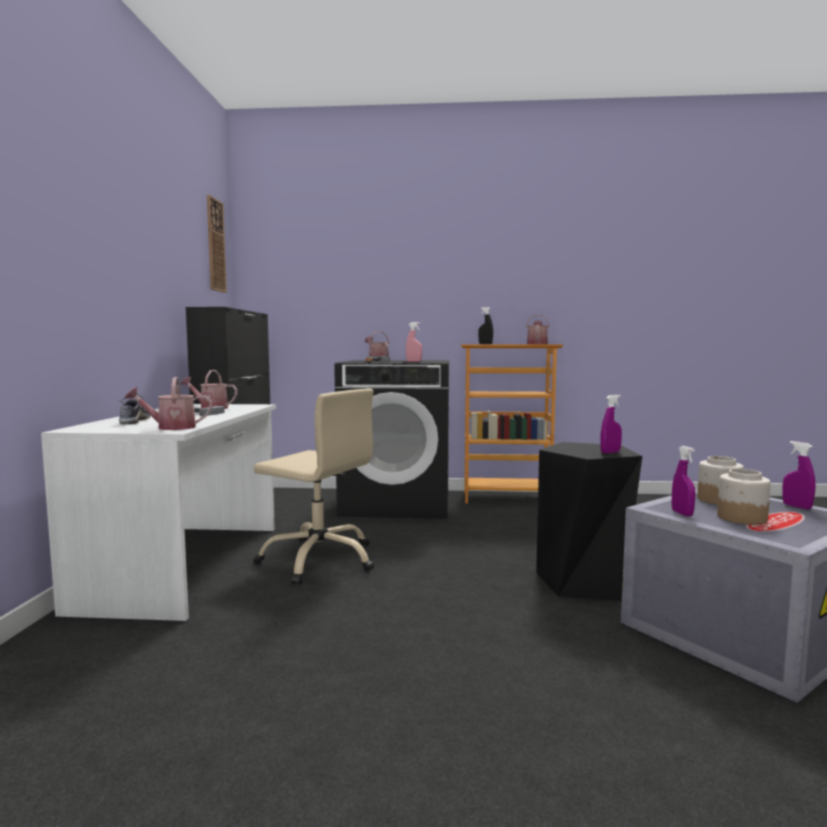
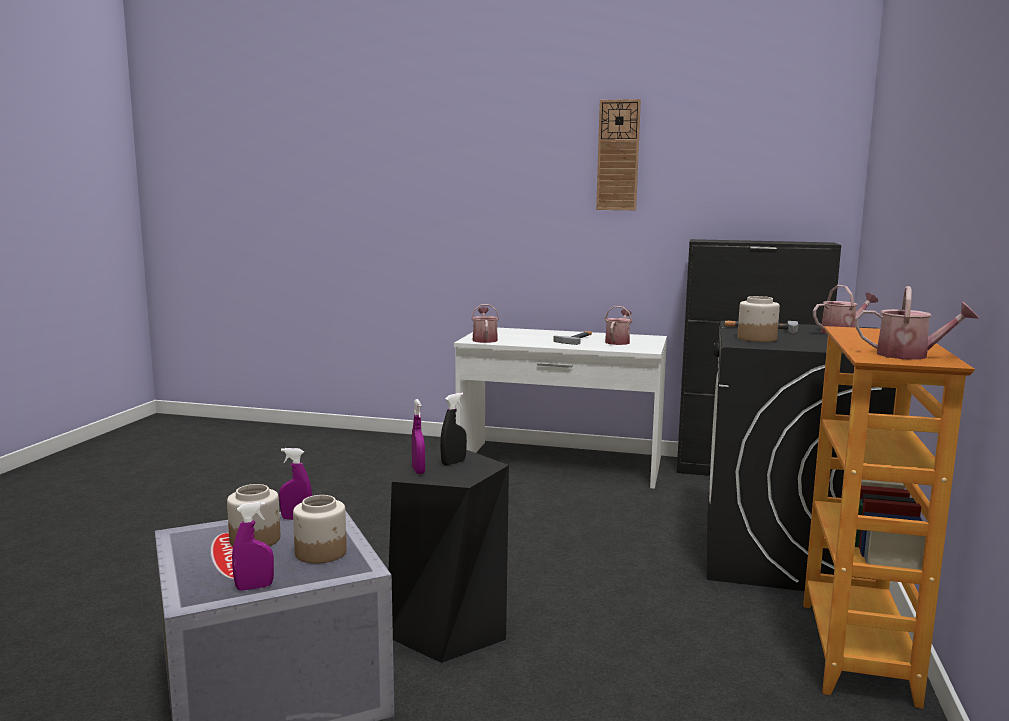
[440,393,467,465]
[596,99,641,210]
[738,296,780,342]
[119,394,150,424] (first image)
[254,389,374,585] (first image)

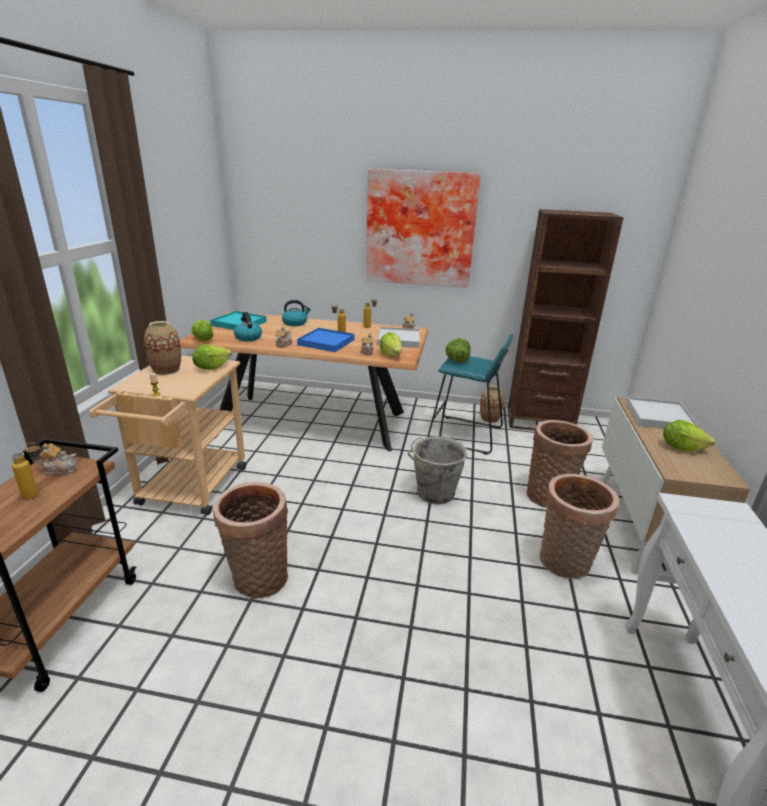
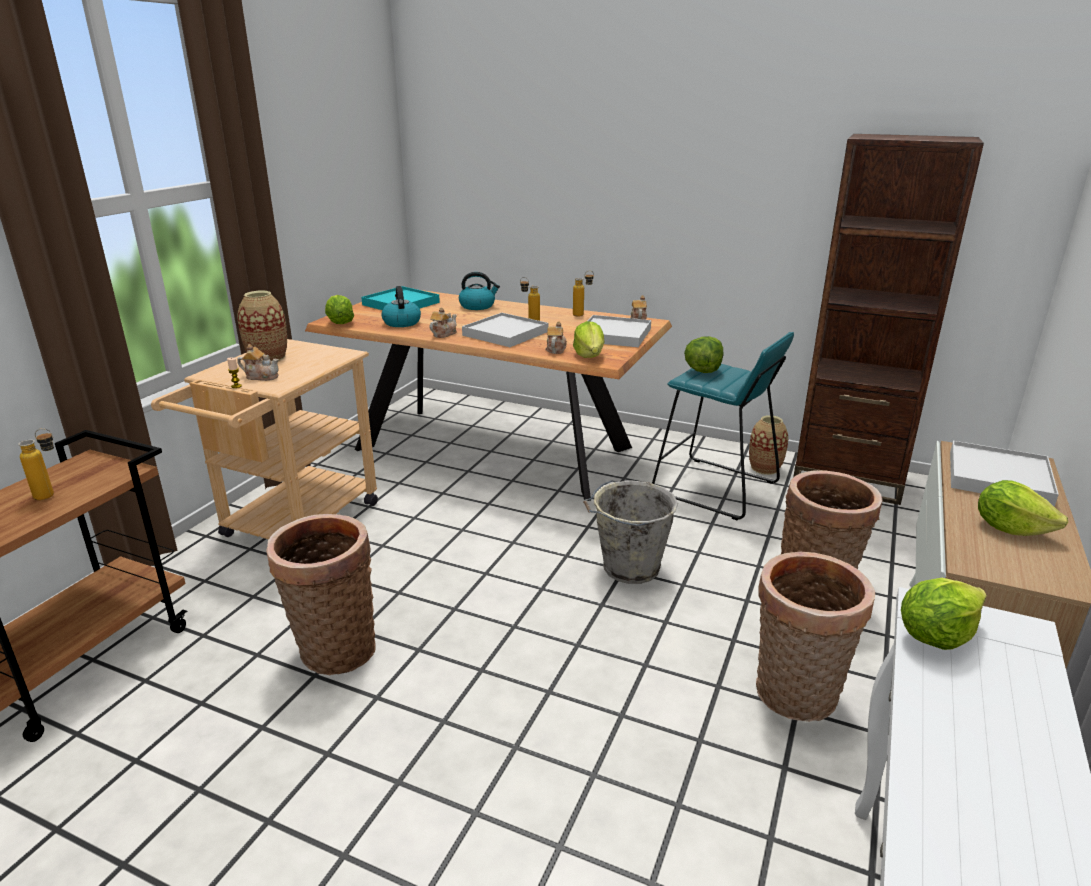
[237,344,279,381]
[462,313,548,347]
[901,578,987,650]
[366,169,481,288] (first image)

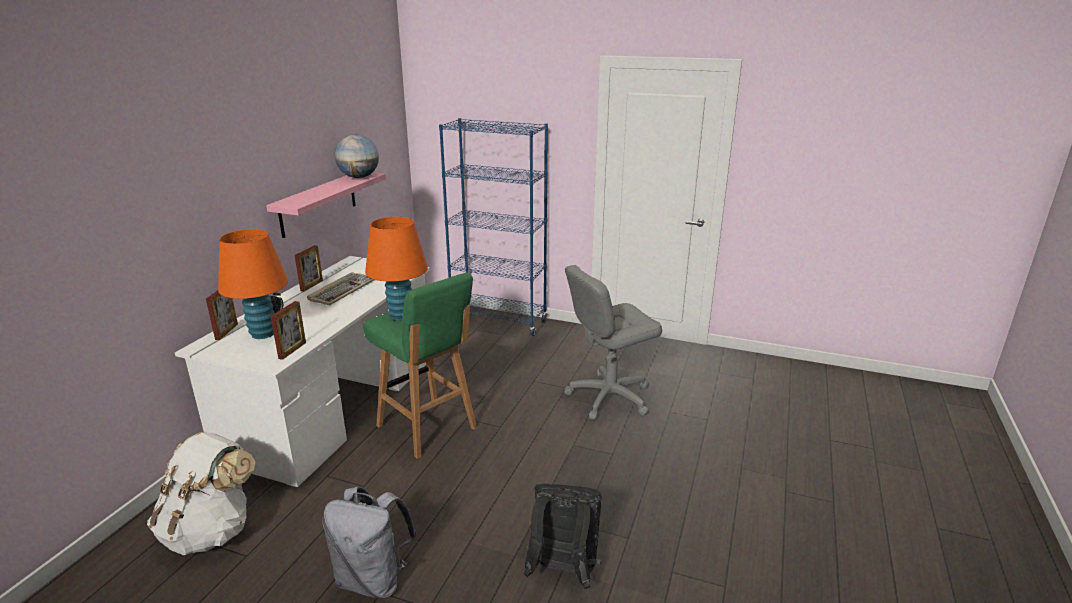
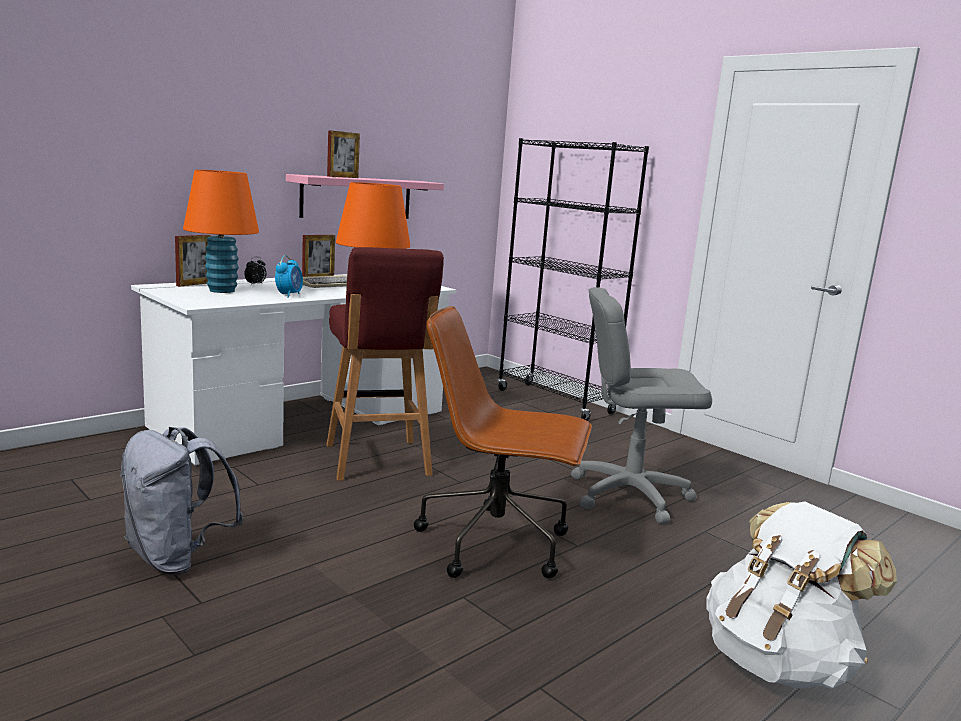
[275,255,303,298]
[326,247,444,481]
[327,130,360,178]
[414,306,592,579]
[498,138,649,421]
[707,501,897,689]
[335,134,379,178] (first image)
[524,484,602,589] (first image)

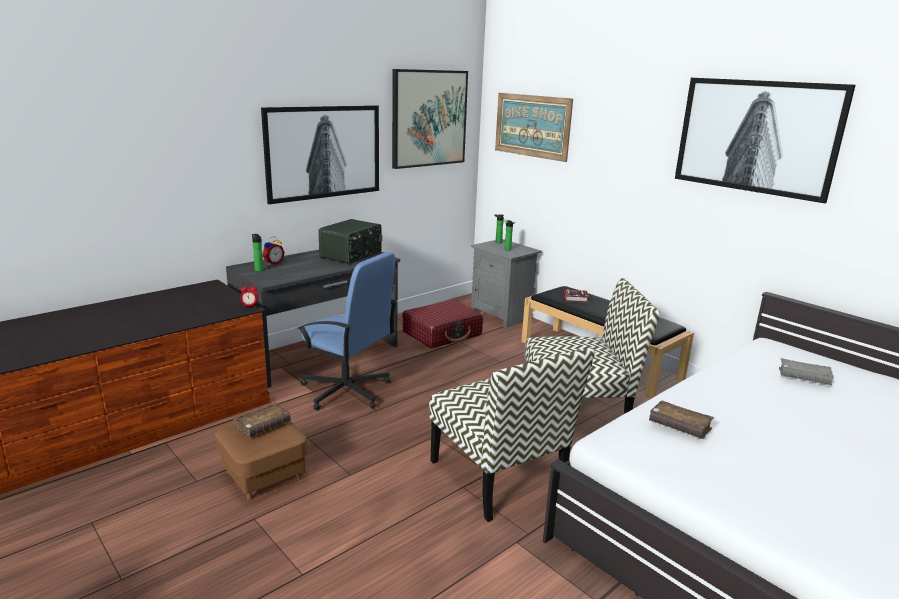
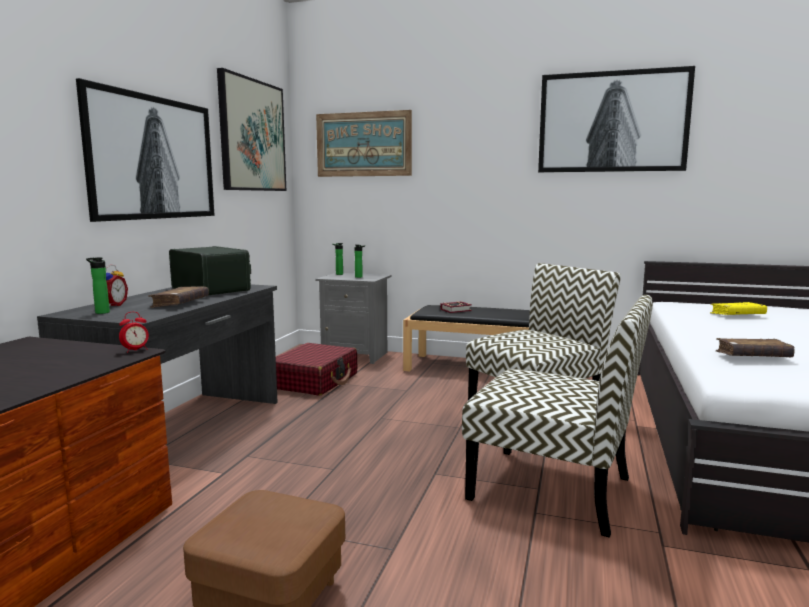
[148,286,209,308]
[169,246,251,295]
[710,302,767,315]
[297,252,397,410] (first image)

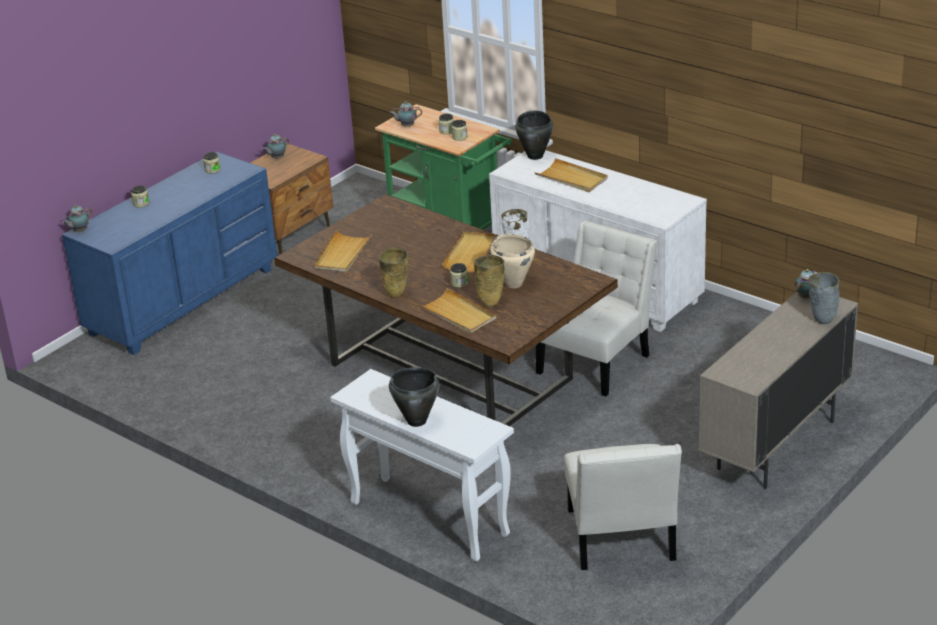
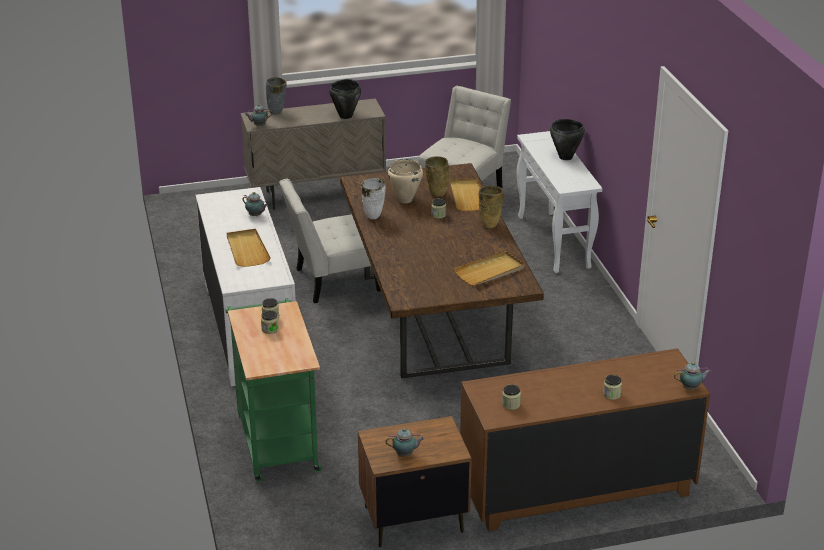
[242,192,268,216]
[329,79,361,119]
[460,348,710,531]
[442,231,496,273] (first image)

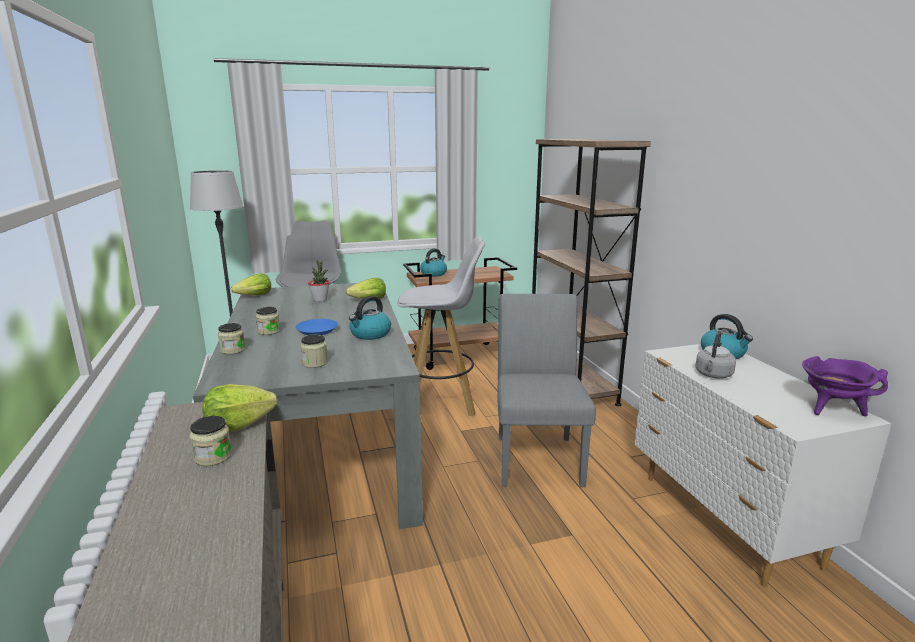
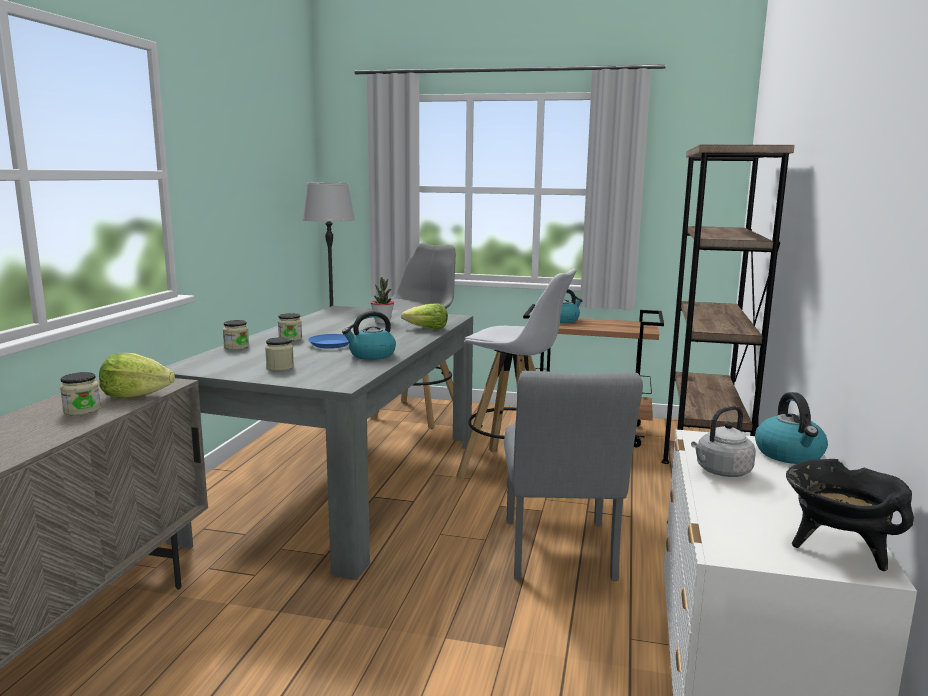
[504,371,643,581]
[786,459,914,571]
[231,273,271,295] (first image)

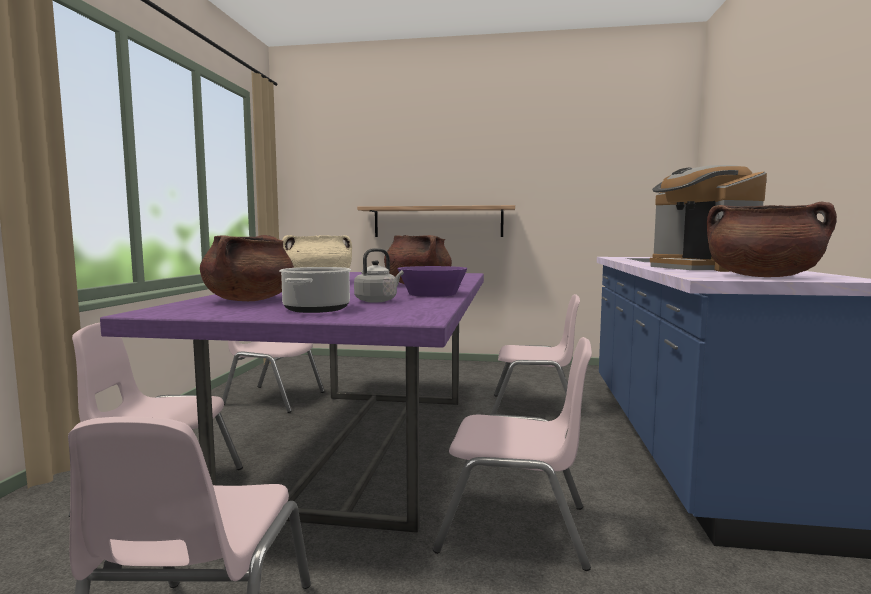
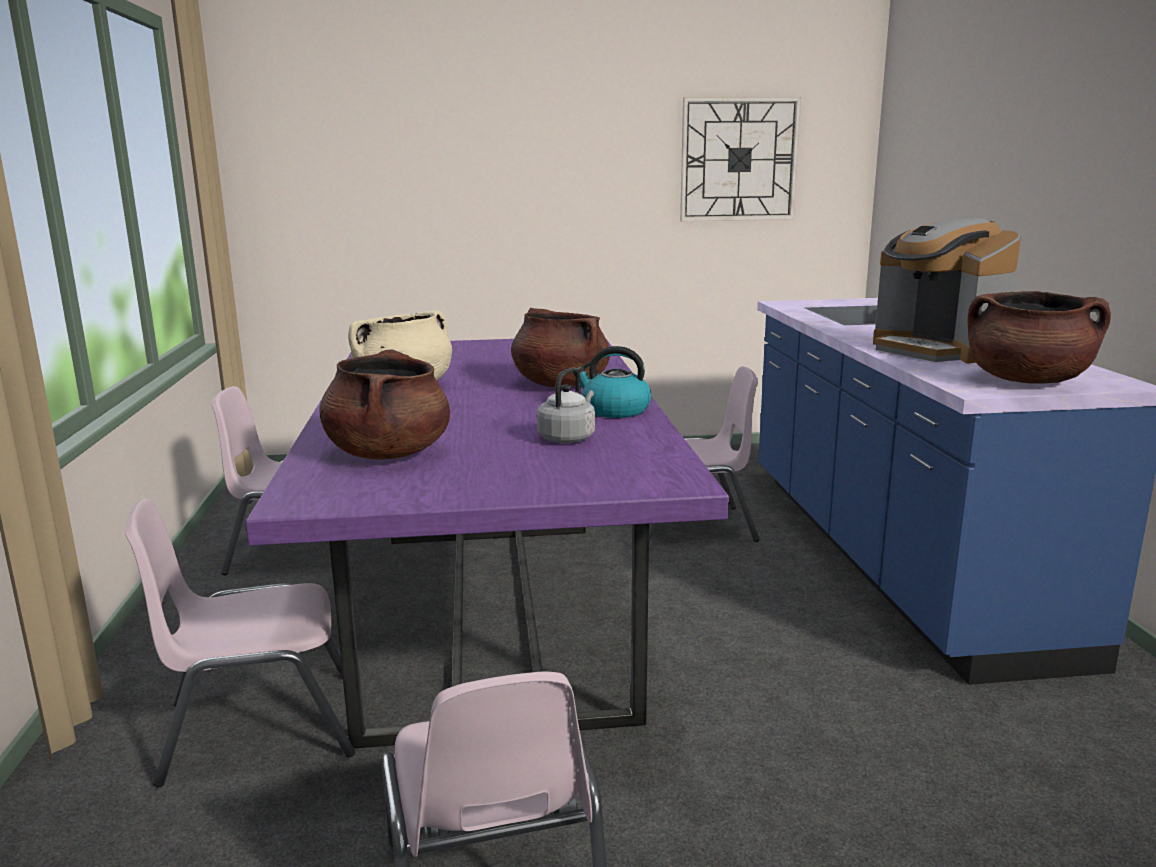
[573,346,651,418]
[680,97,801,221]
[280,267,351,313] (first image)
[357,205,515,237] (first image)
[433,337,592,571] (first image)

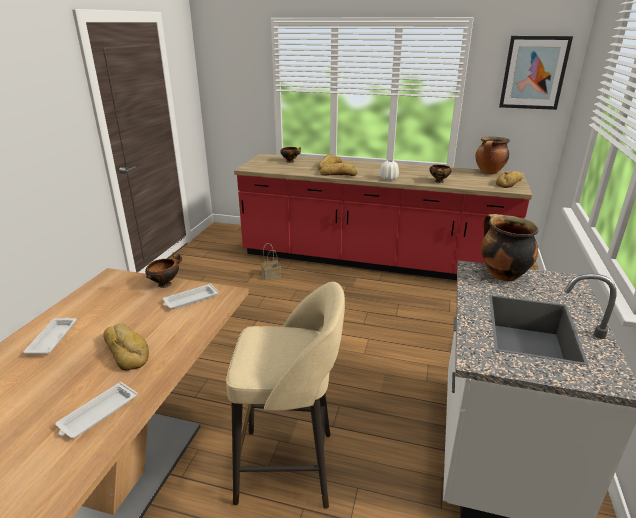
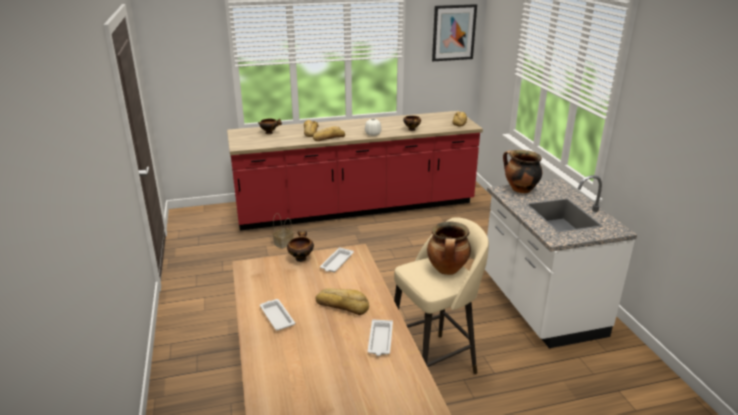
[427,221,471,275]

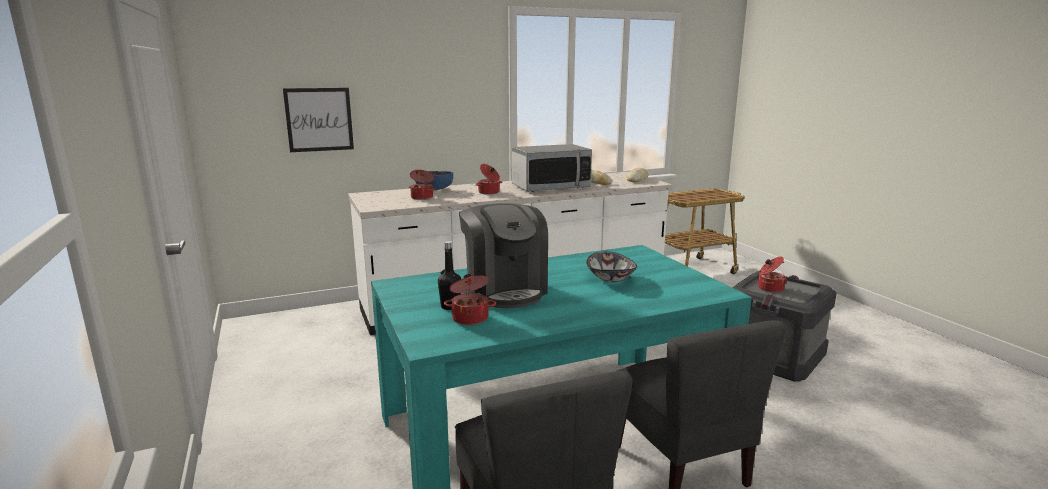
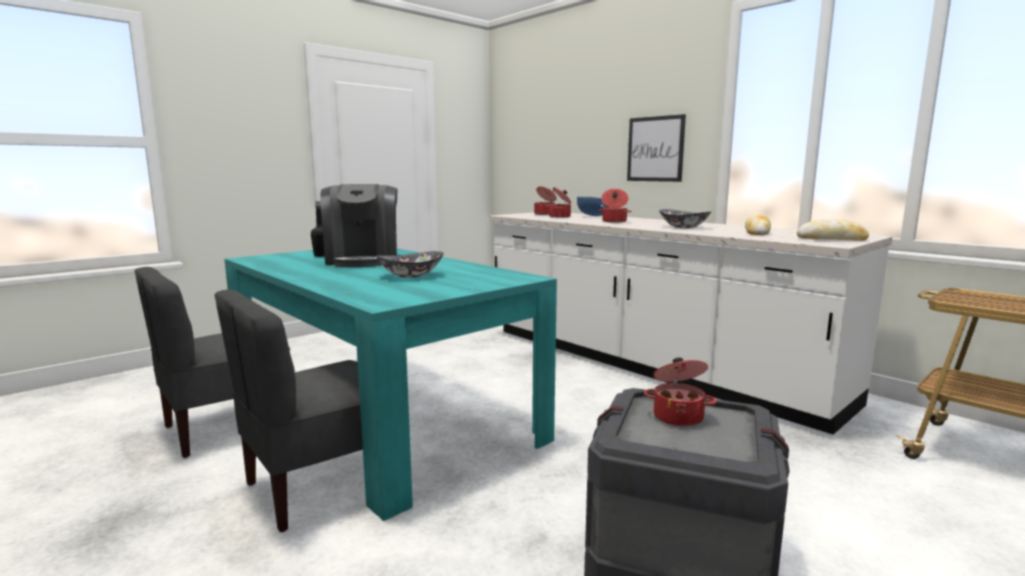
[321,184,398,267]
[534,186,556,215]
[627,114,686,182]
[659,209,711,228]

